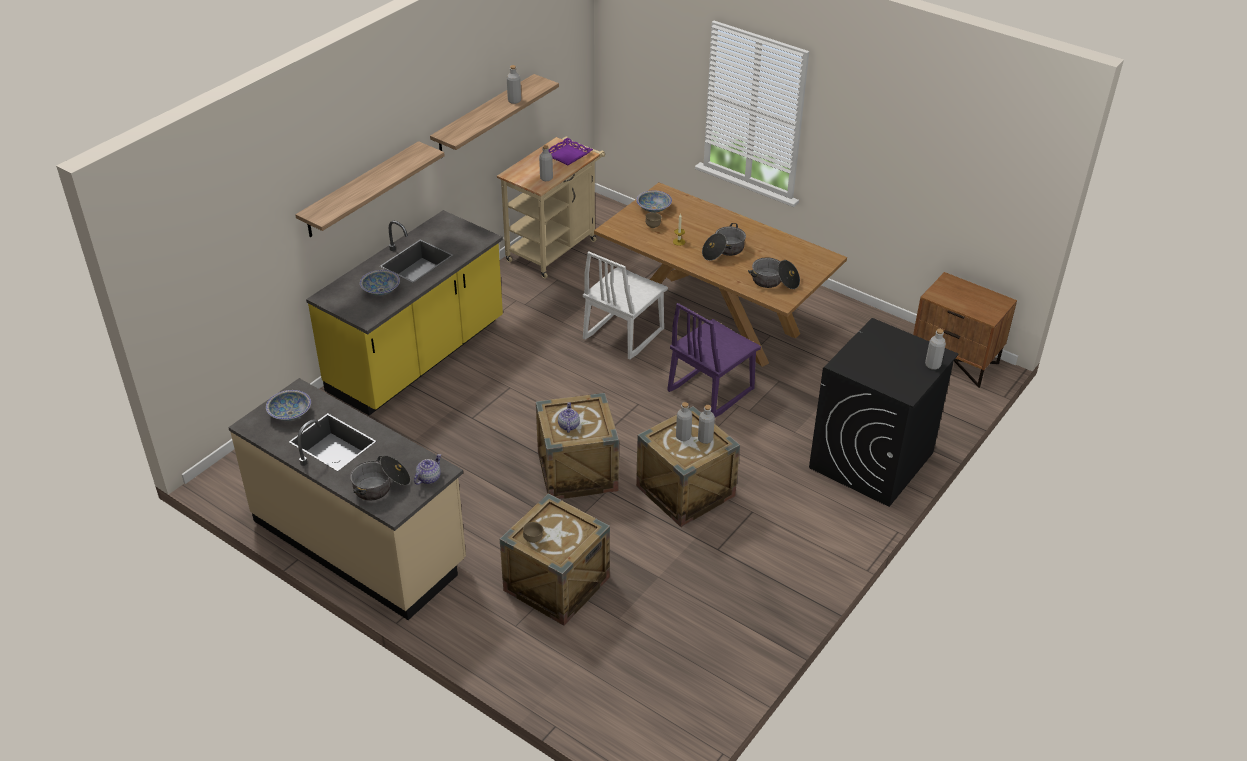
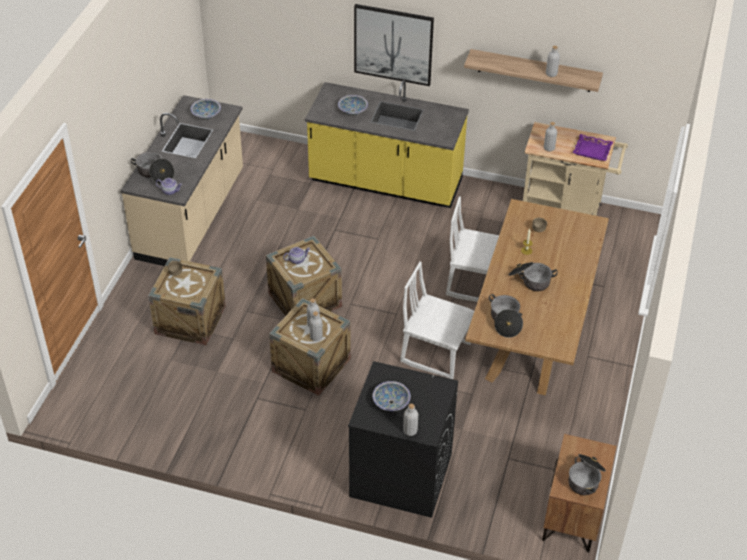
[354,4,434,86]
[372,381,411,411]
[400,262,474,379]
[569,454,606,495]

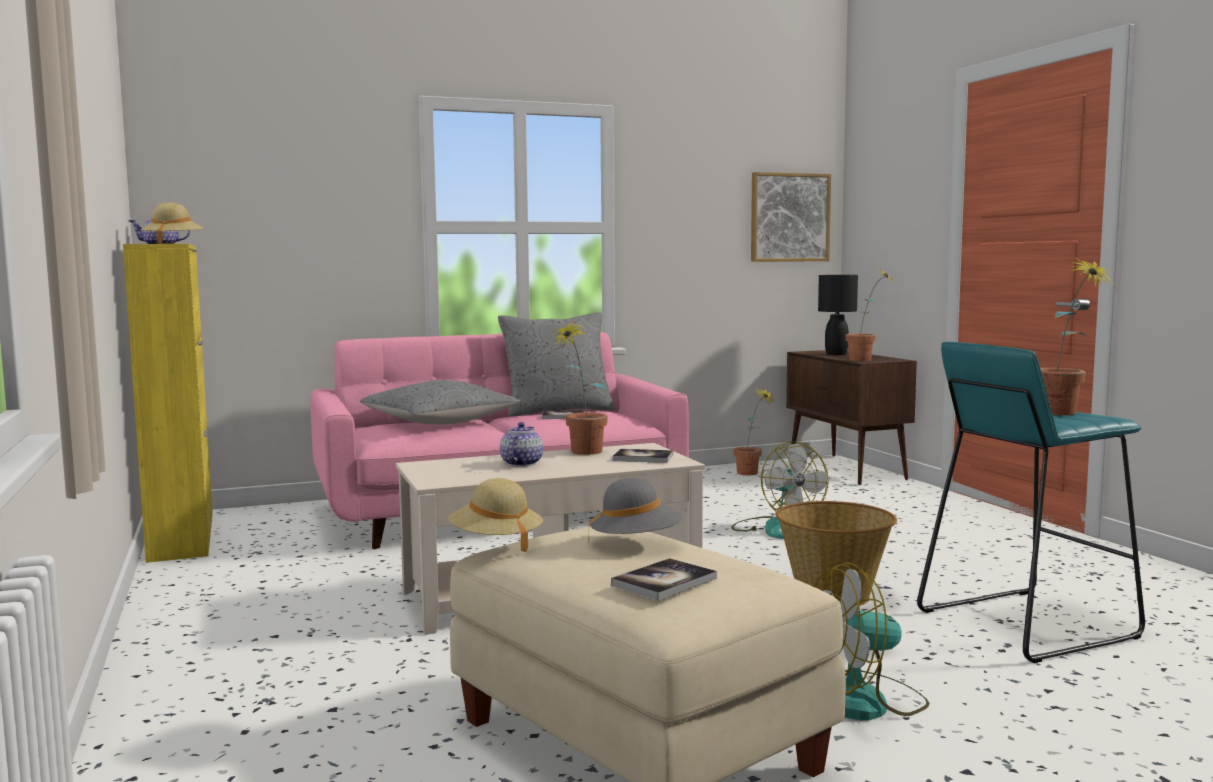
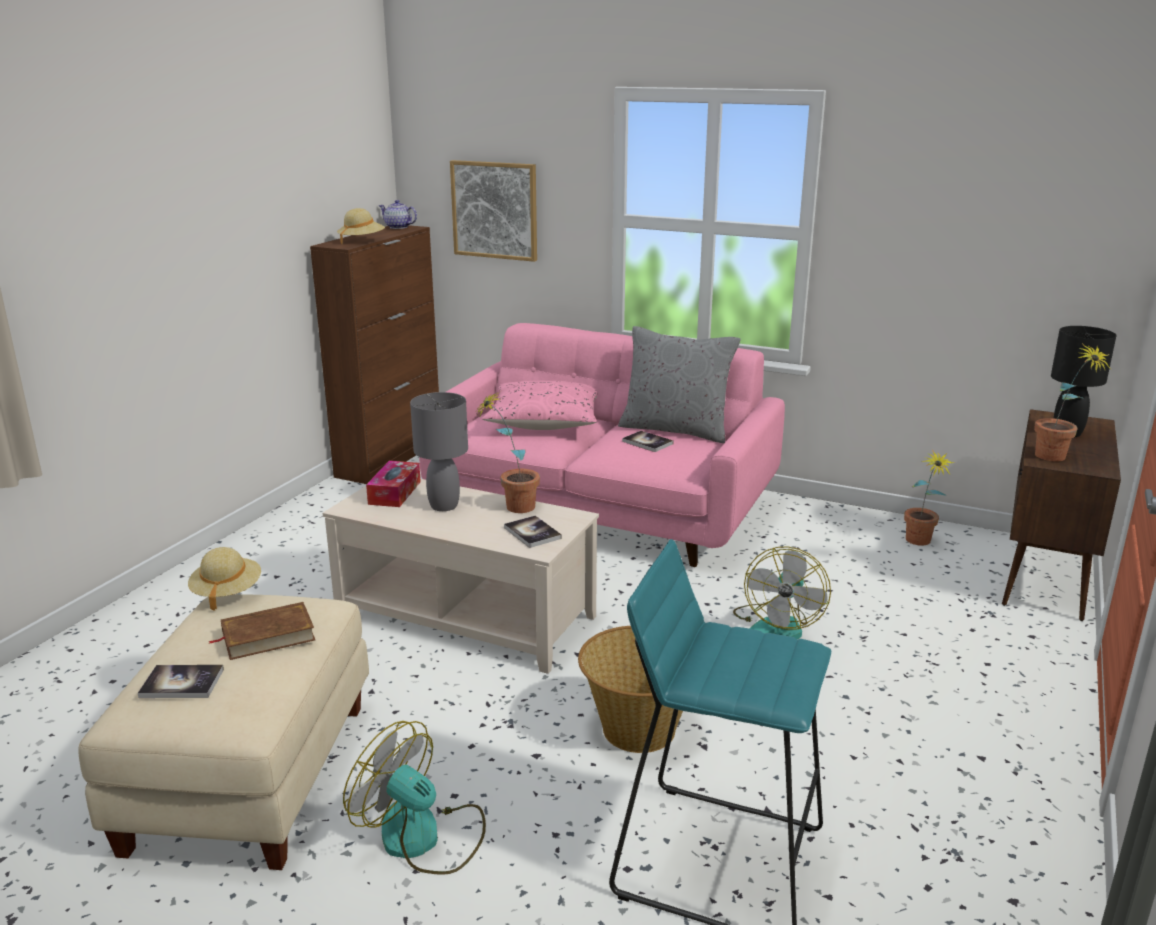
[208,602,315,660]
[310,225,439,484]
[366,461,421,507]
[410,392,468,511]
[450,160,537,262]
[482,381,597,430]
[1041,258,1114,415] (first image)

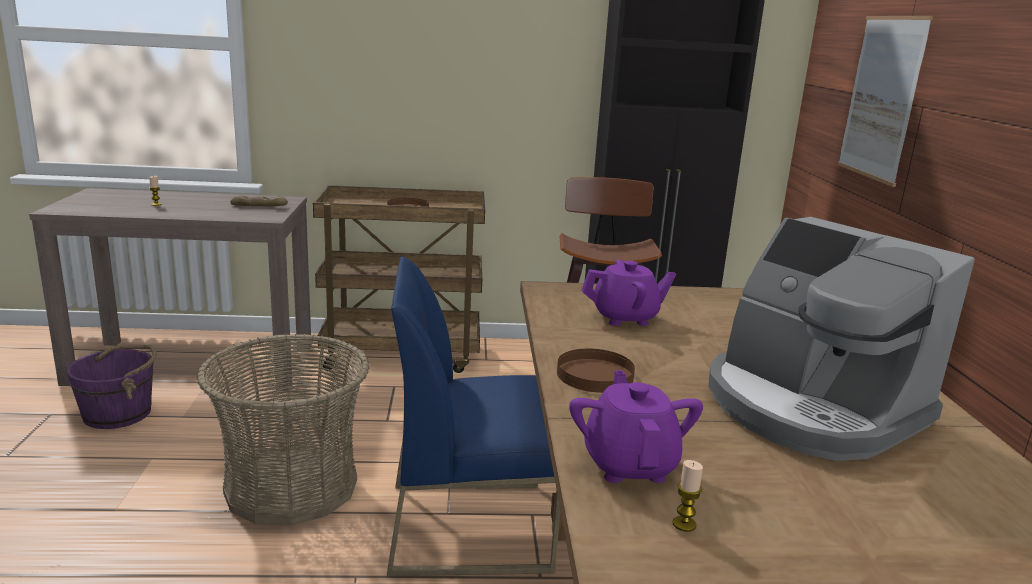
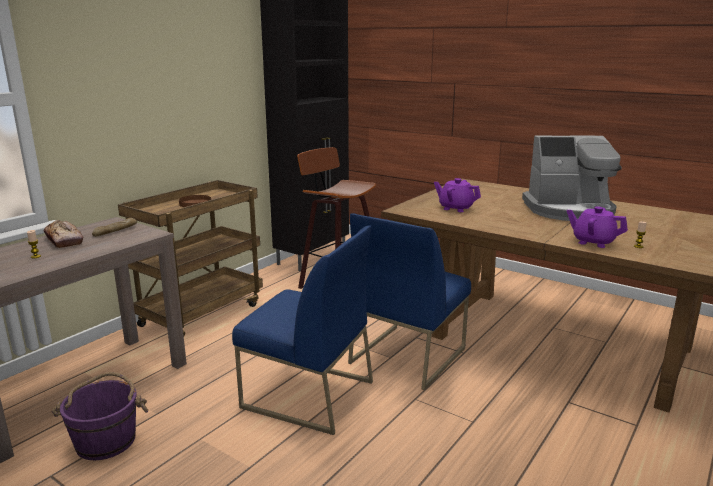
[44,220,83,248]
[232,225,373,435]
[434,178,481,212]
[557,349,635,393] (first image)
[838,16,933,187] (first image)

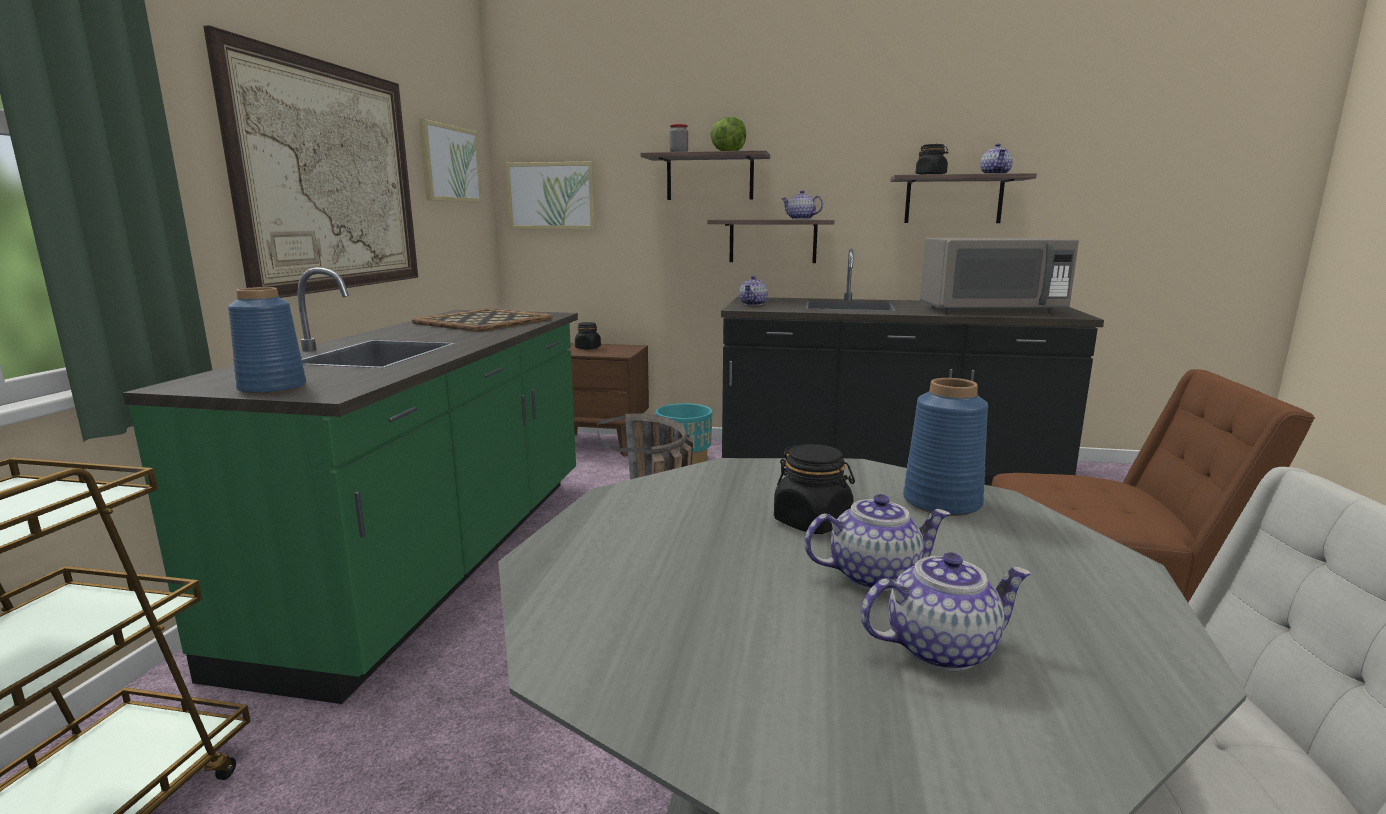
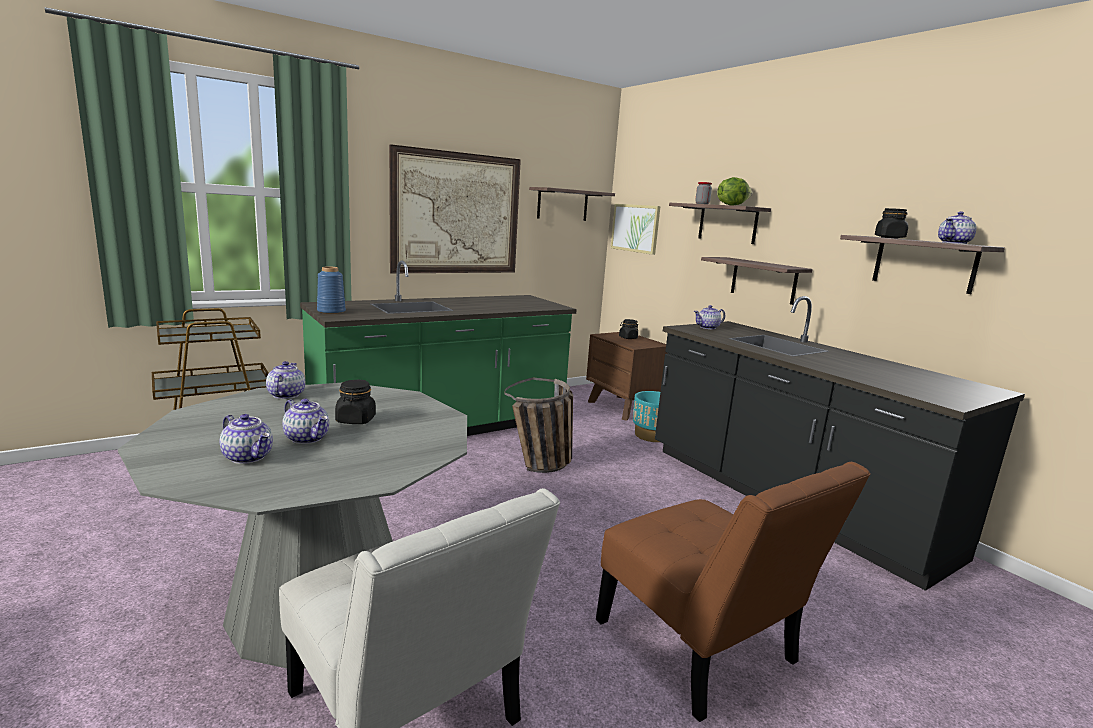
[266,361,305,399]
[529,187,615,221]
[412,308,553,331] (first image)
[903,378,988,516] (first image)
[920,238,1079,313] (first image)

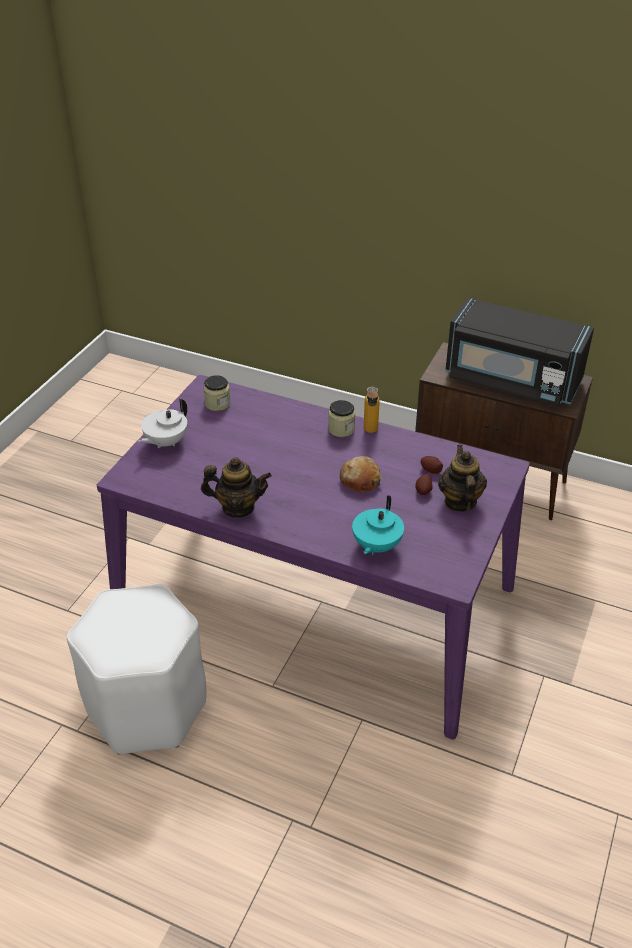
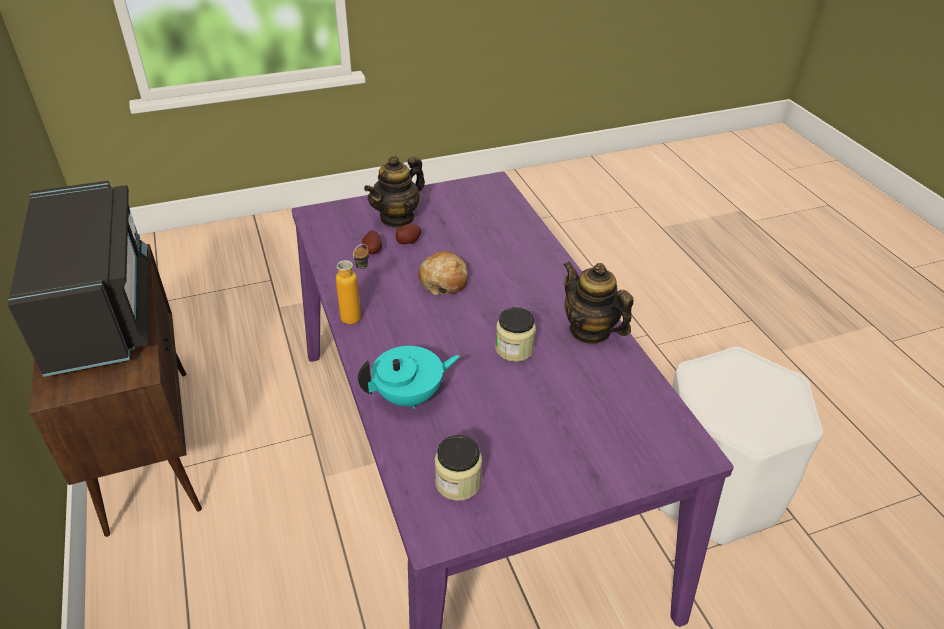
[358,346,460,409]
[495,307,536,362]
[138,398,187,448] (first image)

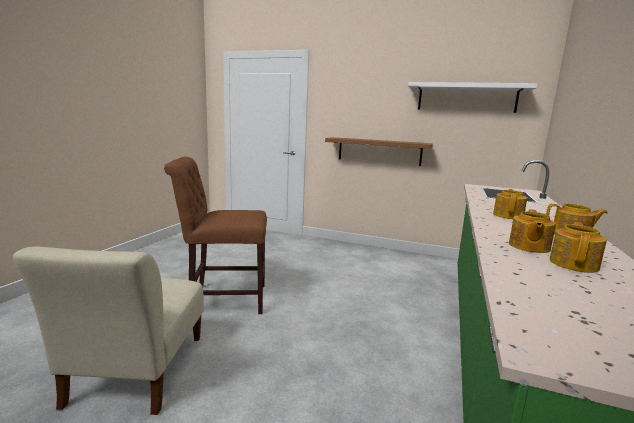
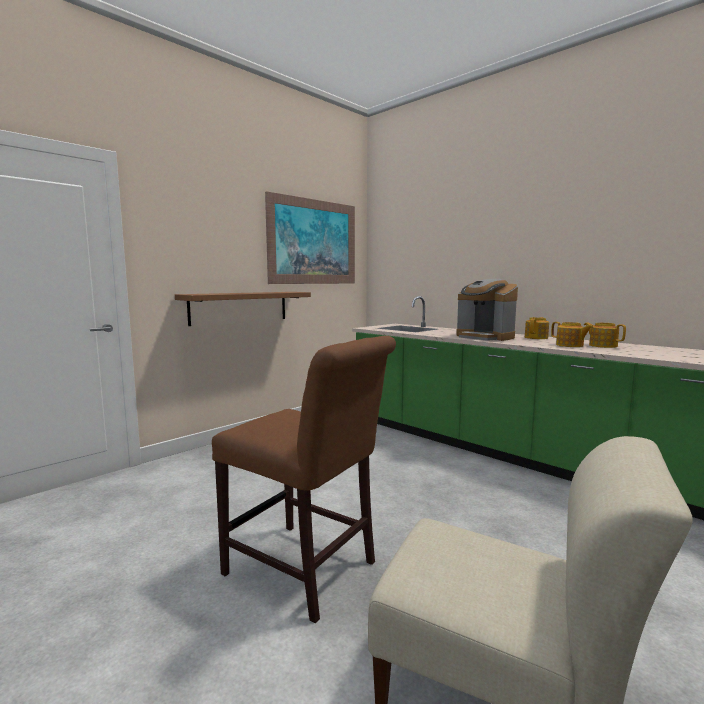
[212,336,396,623]
[265,191,355,284]
[456,279,518,341]

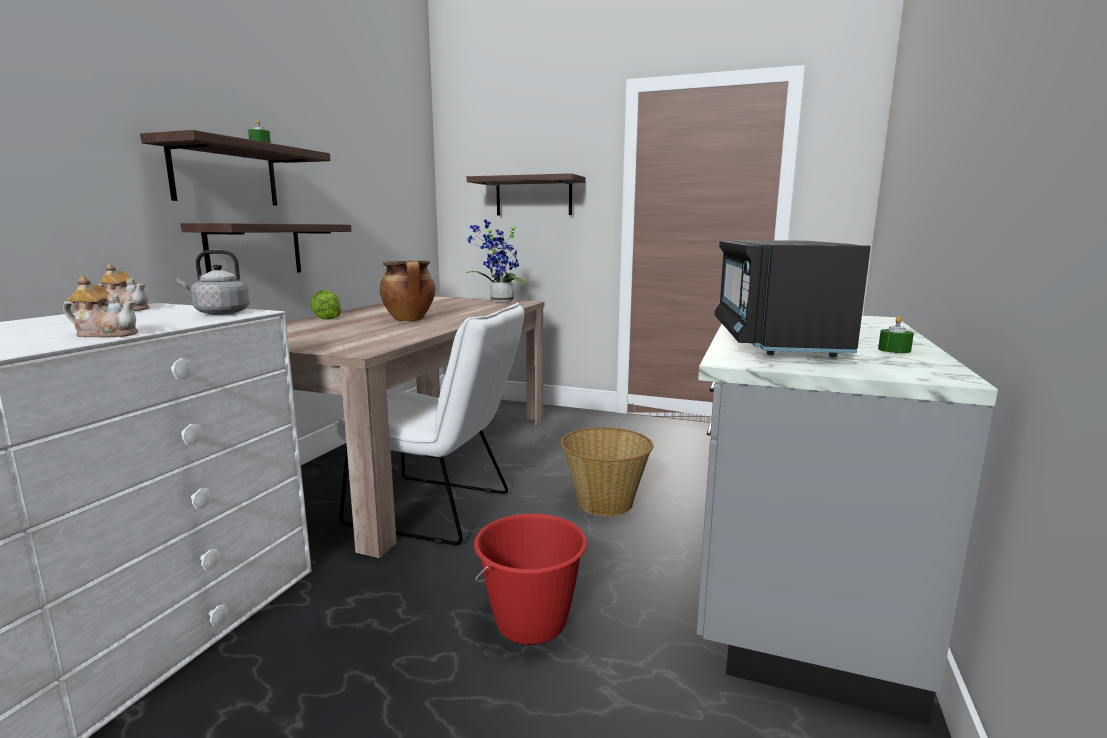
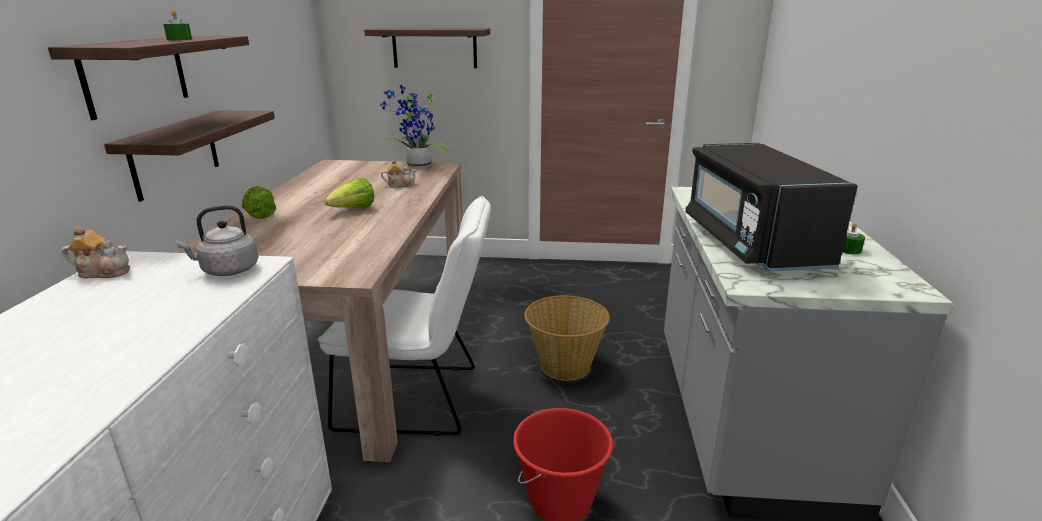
[324,178,374,208]
[381,159,417,188]

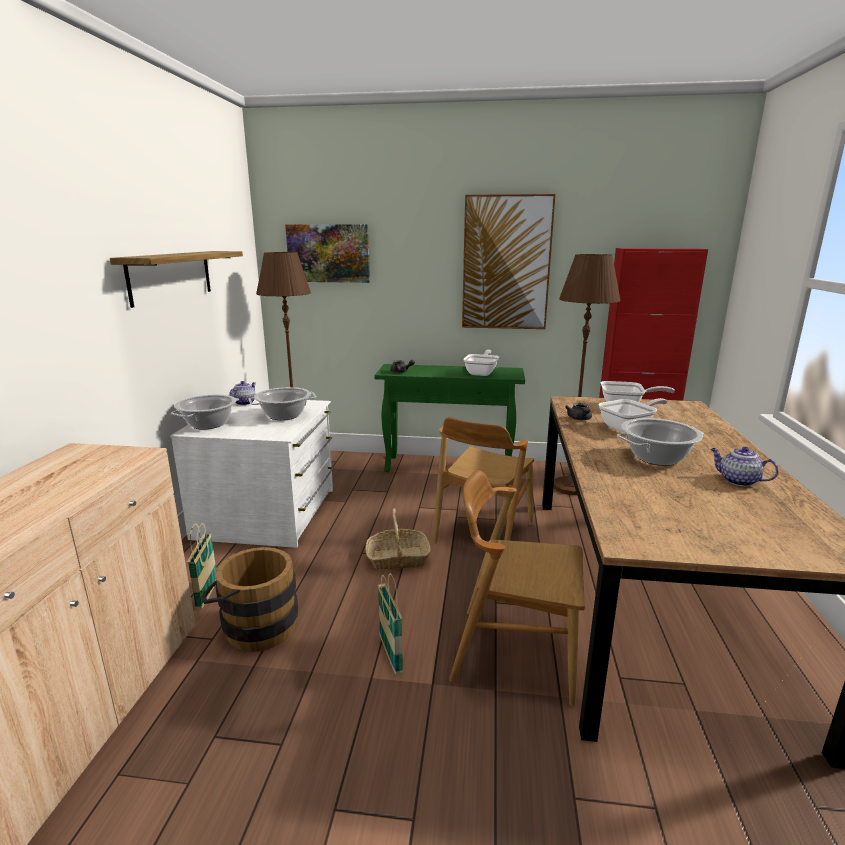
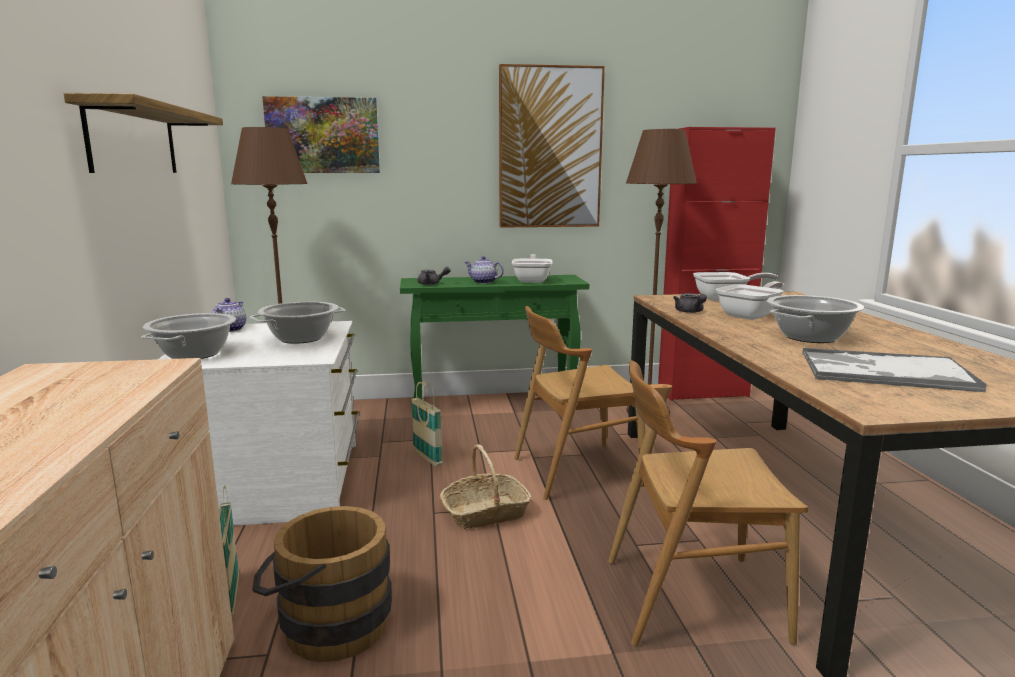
[411,381,443,466]
[465,256,504,284]
[514,306,646,500]
[802,348,987,392]

